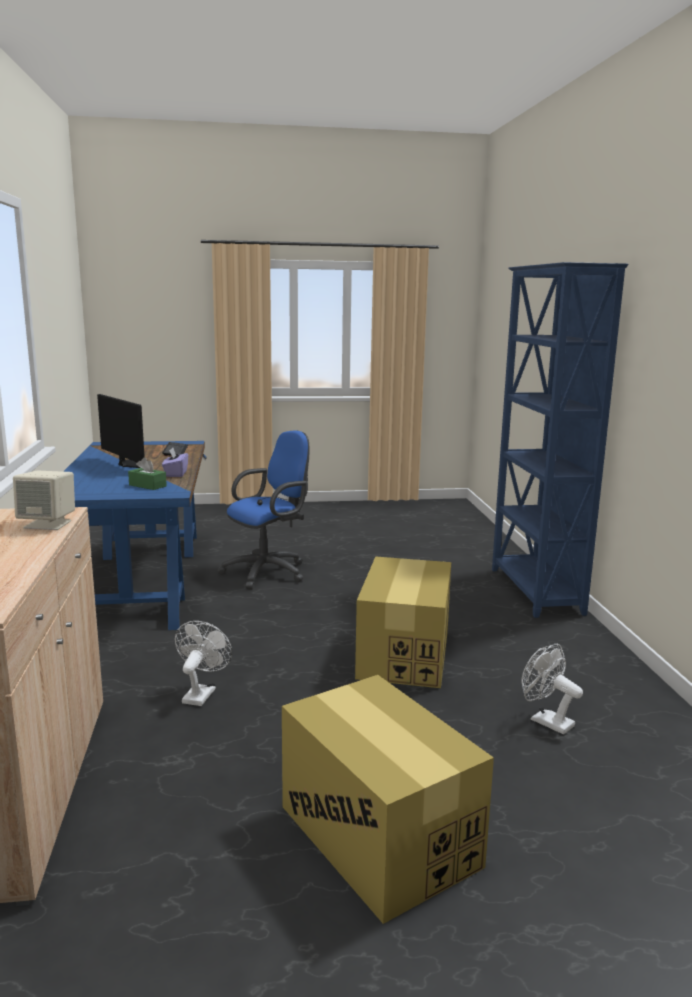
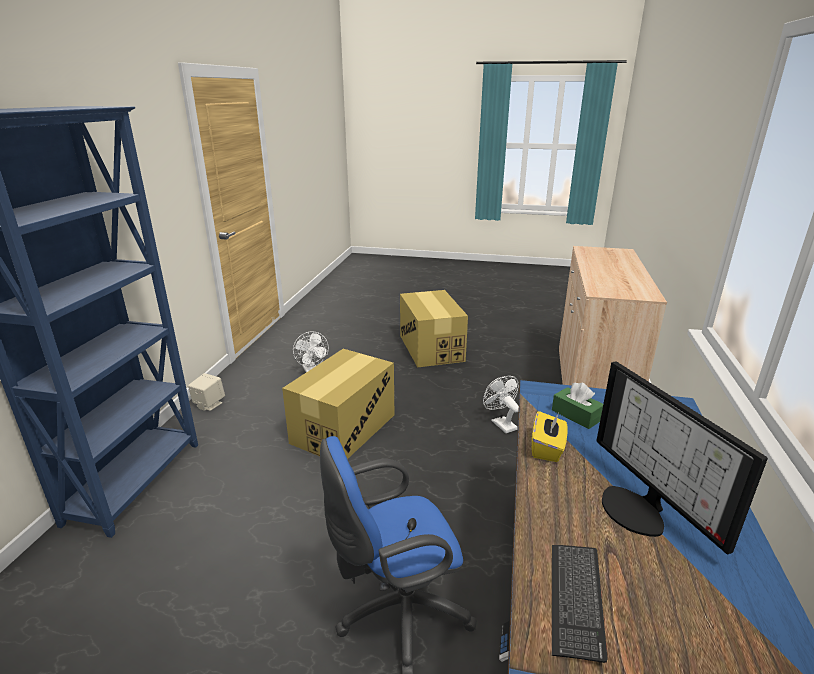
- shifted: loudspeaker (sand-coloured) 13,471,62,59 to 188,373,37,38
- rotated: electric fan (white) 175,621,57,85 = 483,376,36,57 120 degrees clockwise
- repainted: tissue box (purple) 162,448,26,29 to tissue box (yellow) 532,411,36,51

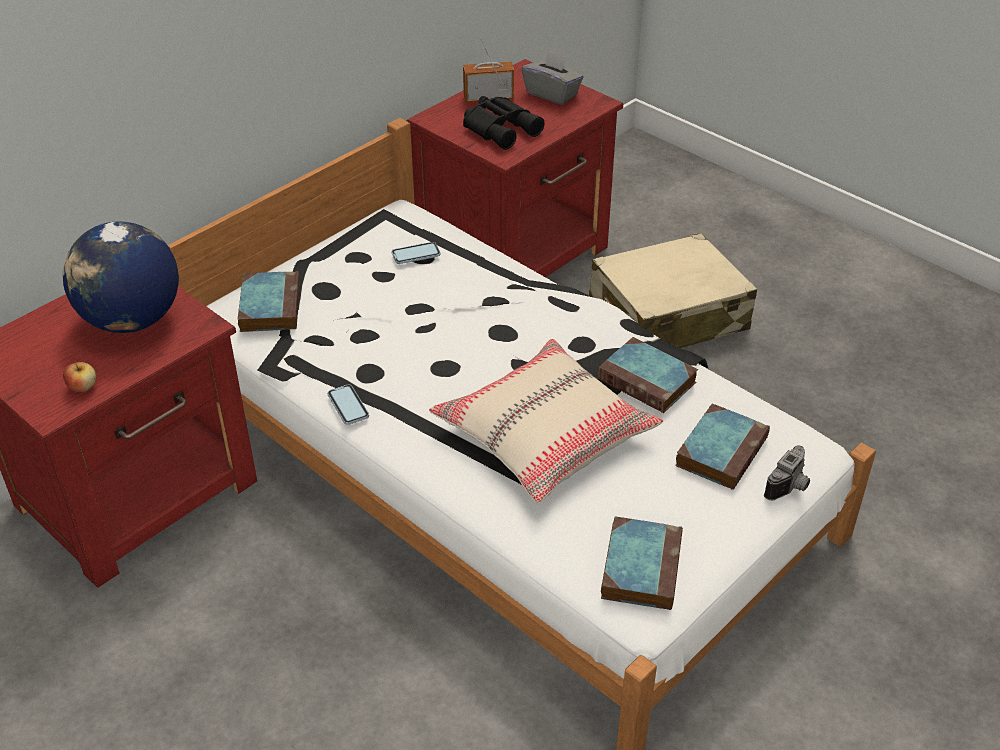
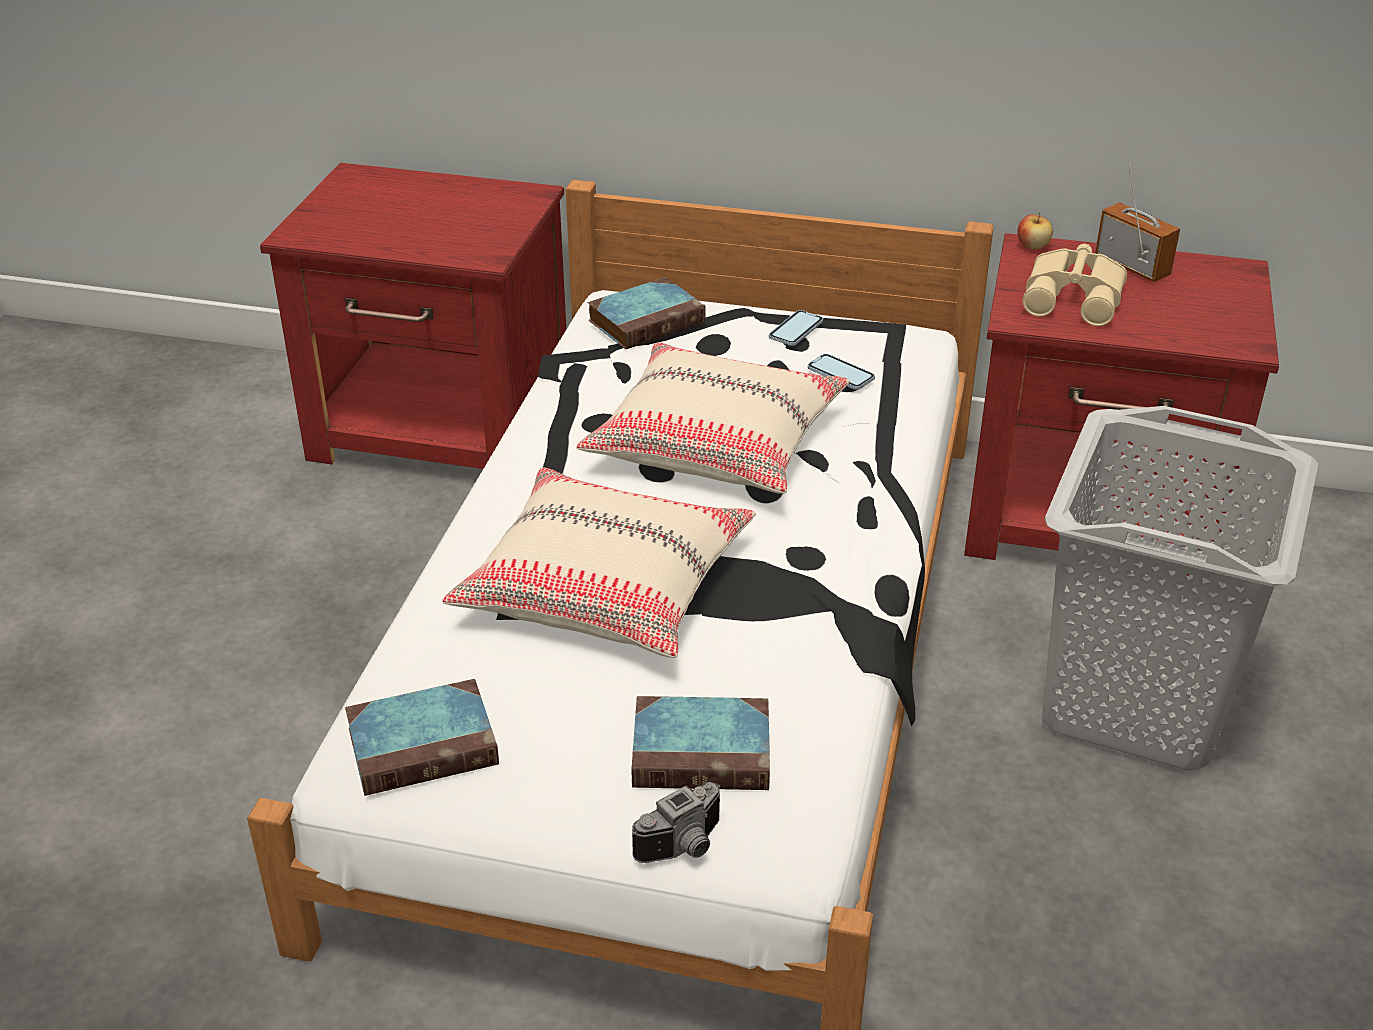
- new: throw pillow (sand-coloured) 576,342,273,152
- rotated: still camera 764,445,46,55 = 632,782,89,81 45 degrees counterclockwise
- shifted: telephone 328,384,41,41 to 769,310,54,36
- shifted: apple 63,362,33,30 to 1017,213,36,36
- repainted: field glasses (black) 463,96,82,54 to field glasses (sand-coloured) 1023,244,104,82
- swapped: suitcase (sand-coloured) 589,233,168,115 to hamper (greyish) 1042,406,276,365
- gone: globe 63,221,116,112
- gone: tissue box (greyish) 522,50,62,55
- gone: volume 598,337,100,76

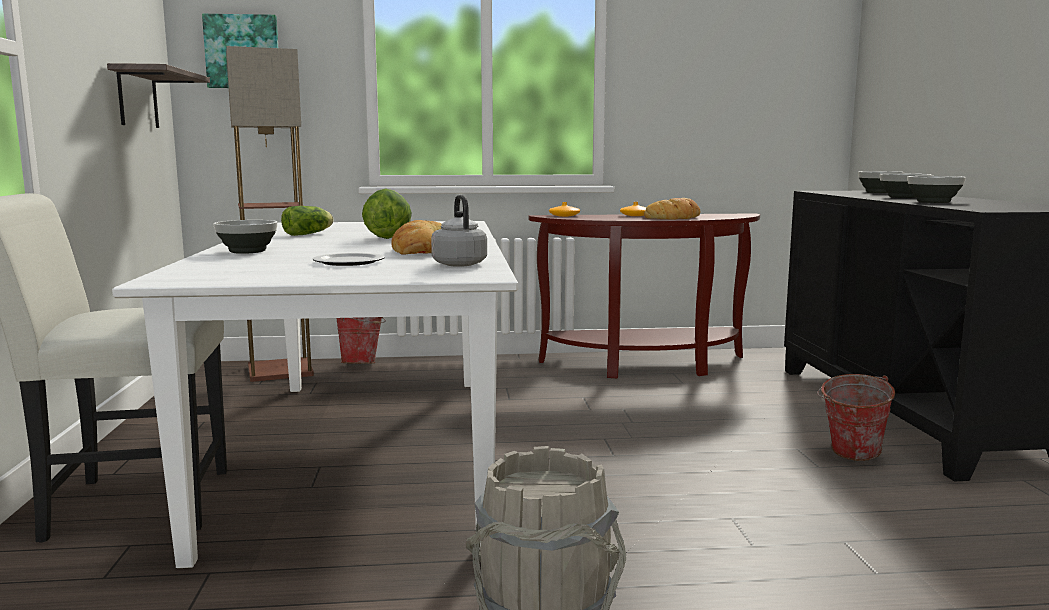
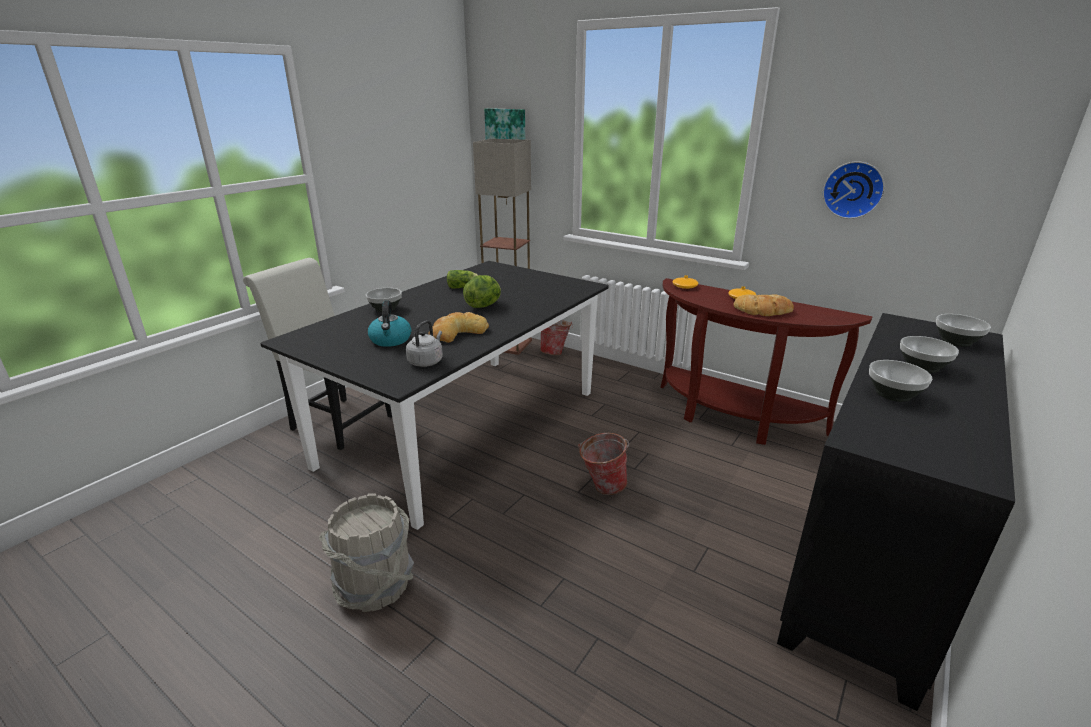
- repainted: dining table (white) 112,221,406,347 to dining table (black) 260,261,349,269
- swapped: dinner plate 312,253,73,13 to tea kettle 368,301,43,46
- shifted: bucket 817,374,78,87 to 578,433,51,62
- new: wall clock 823,161,62,58
- gone: shelf 107,63,103,65

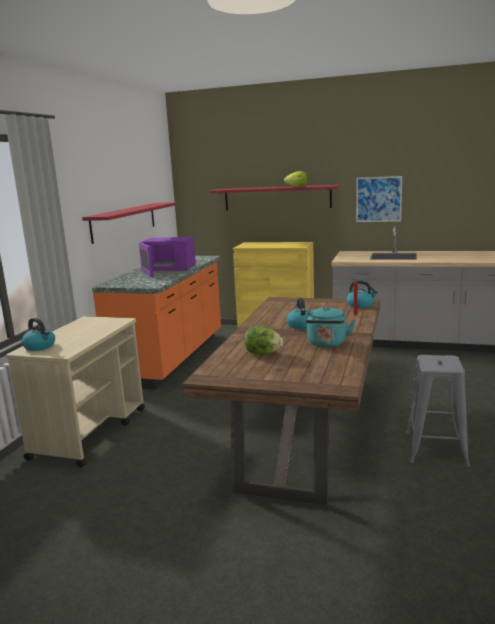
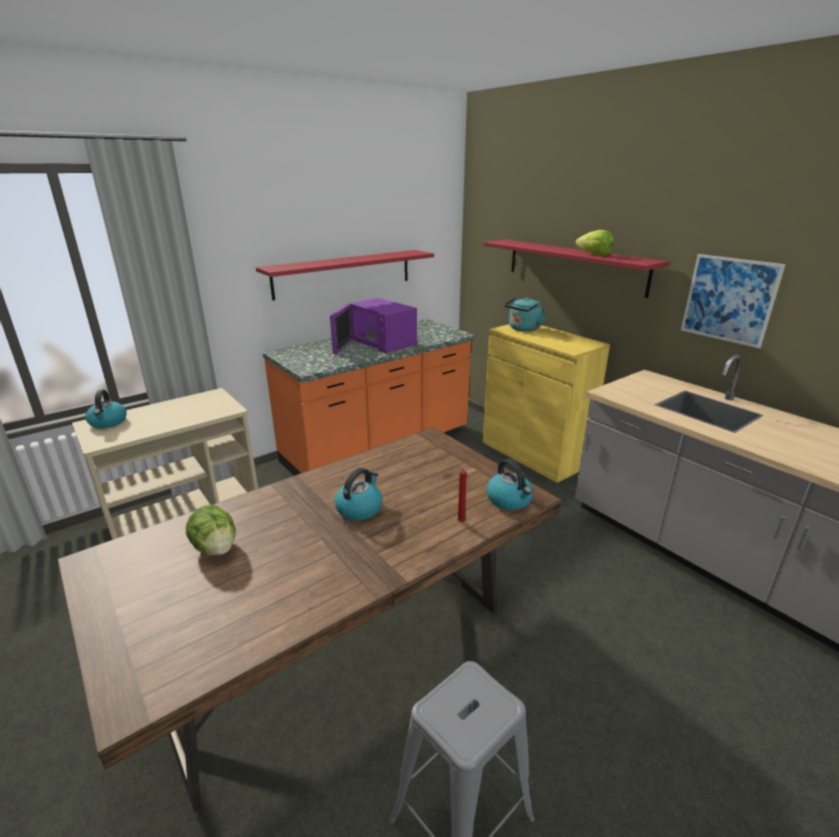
- shifted: tea kettle (blue-green) 305,306,51,41 to 504,297,42,35

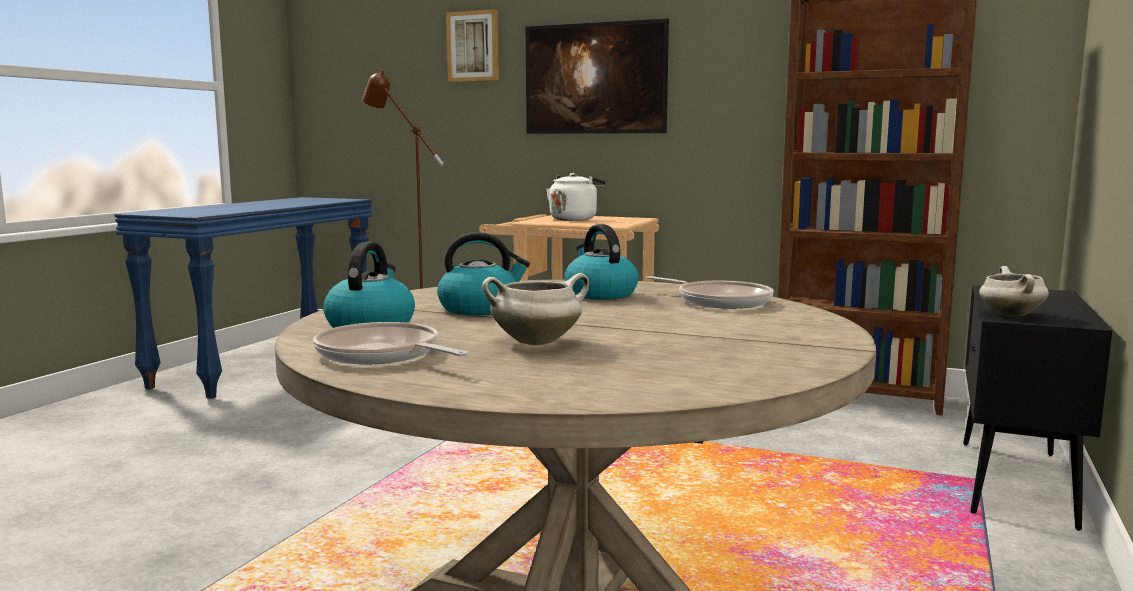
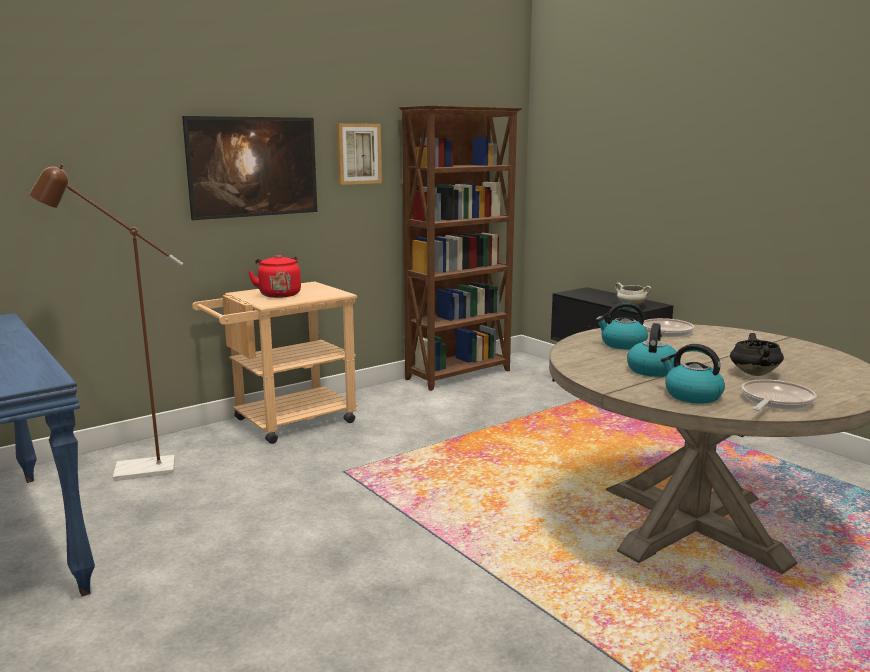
- repainted: tea kettle (white) 546,173,60,48 to tea kettle (reddish) 248,255,53,43
- shifted: wall picture 446,9,53,73 to 337,123,45,62
- repainted: cooking pot (white) 482,273,107,72 to cooking pot (black) 730,333,54,43
- rotated: pan 313,322,155,42 = 742,379,75,32 150 degrees clockwise

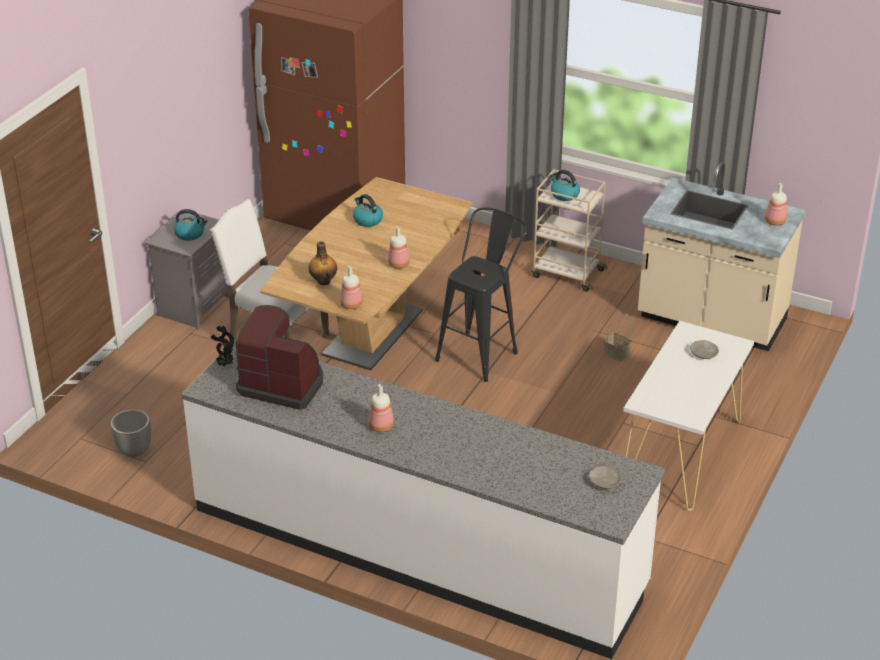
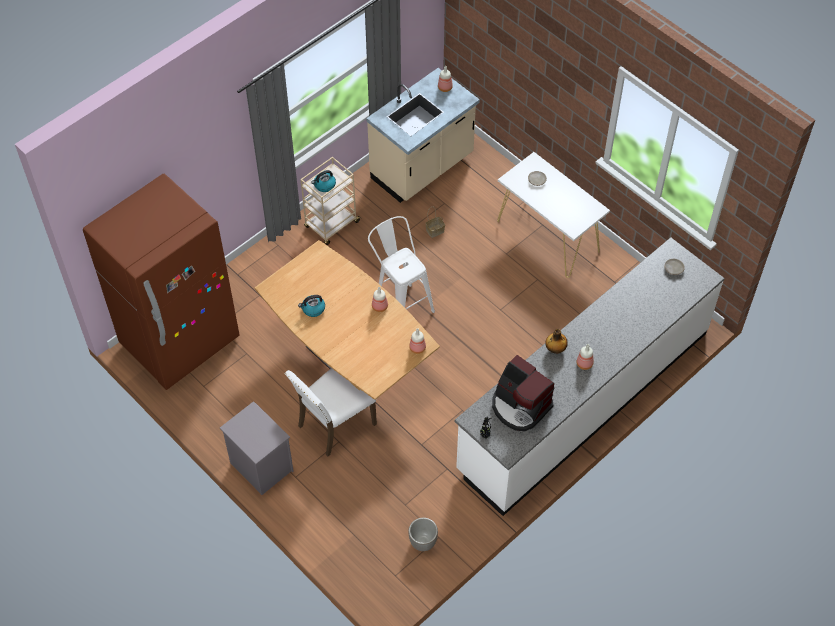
- repainted: stool seat (black) 435,208,92,174 to stool seat (white) 368,216,67,97
- rotated: coffee brewer 235,305,88,105 = 492,355,62,76 90 degrees counterclockwise
- shifted: beverage bottle 309,241,28,44 to 545,329,23,25
- gone: tea kettle 174,209,34,32

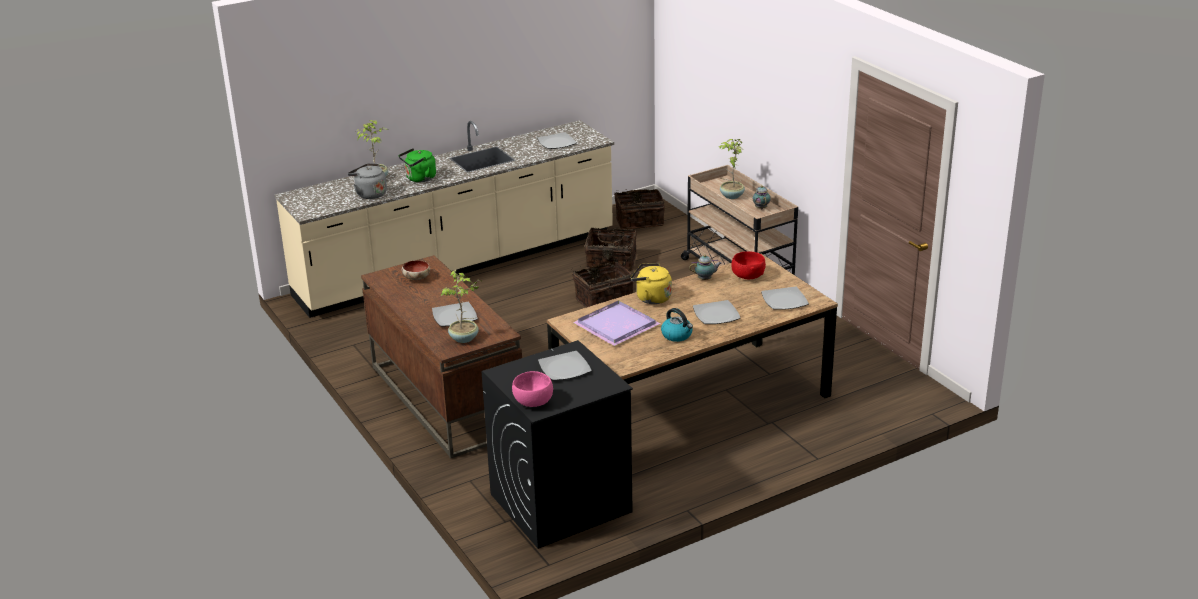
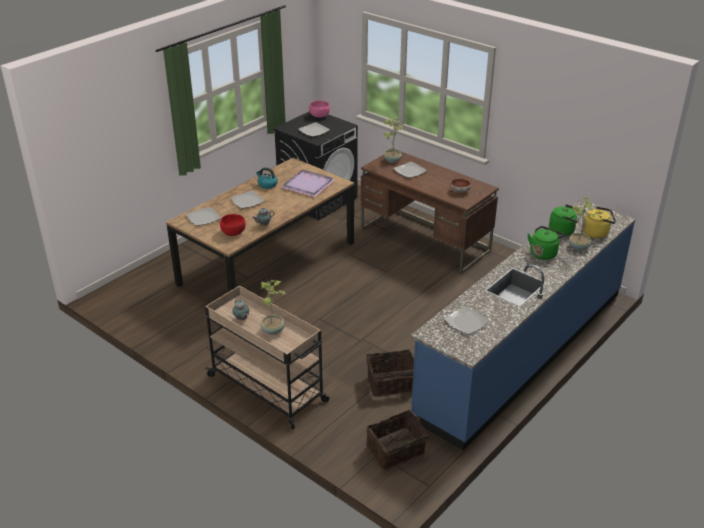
- repainted: counter (sand-coloured) 274,120,340,198 to counter (blue) 410,199,226,251
- repainted: tea kettle (greyish) 347,163,40,36 to tea kettle (greenish) 549,204,31,32
- shifted: tea kettle (yellow) 631,263,41,41 to 583,206,33,32
- gone: storage basket 572,261,61,47

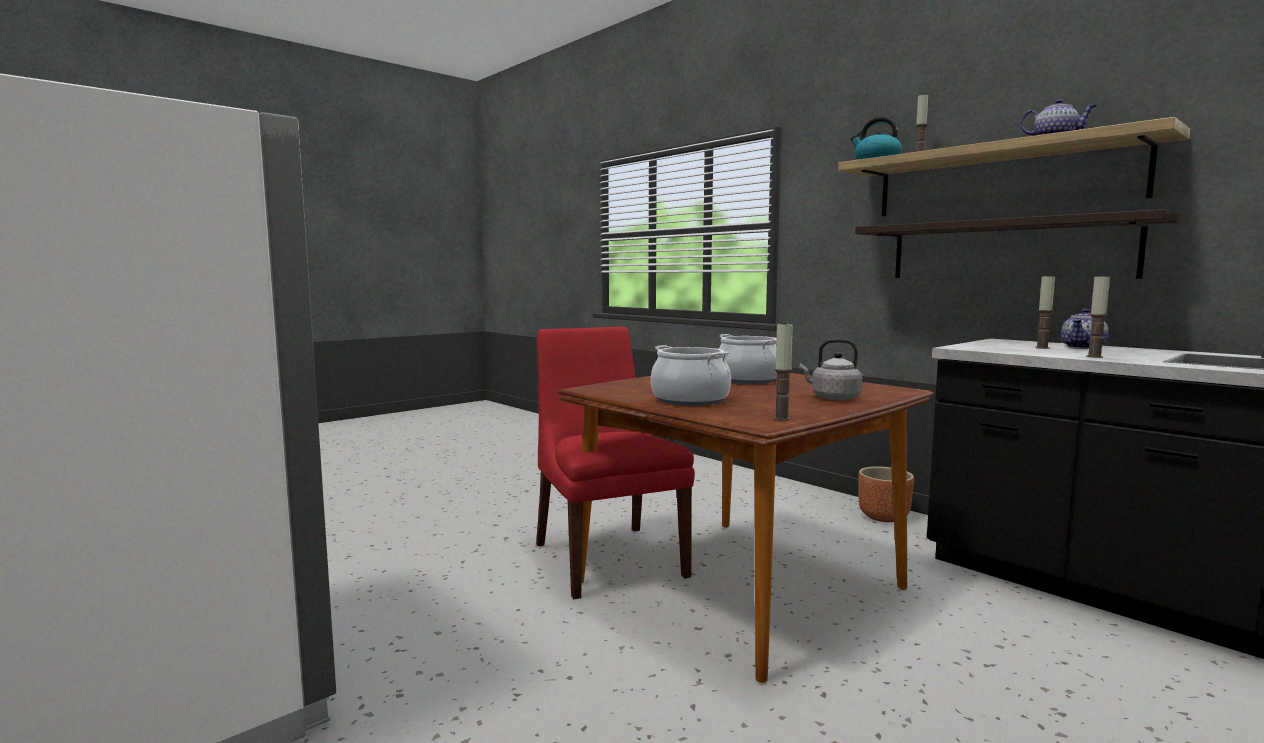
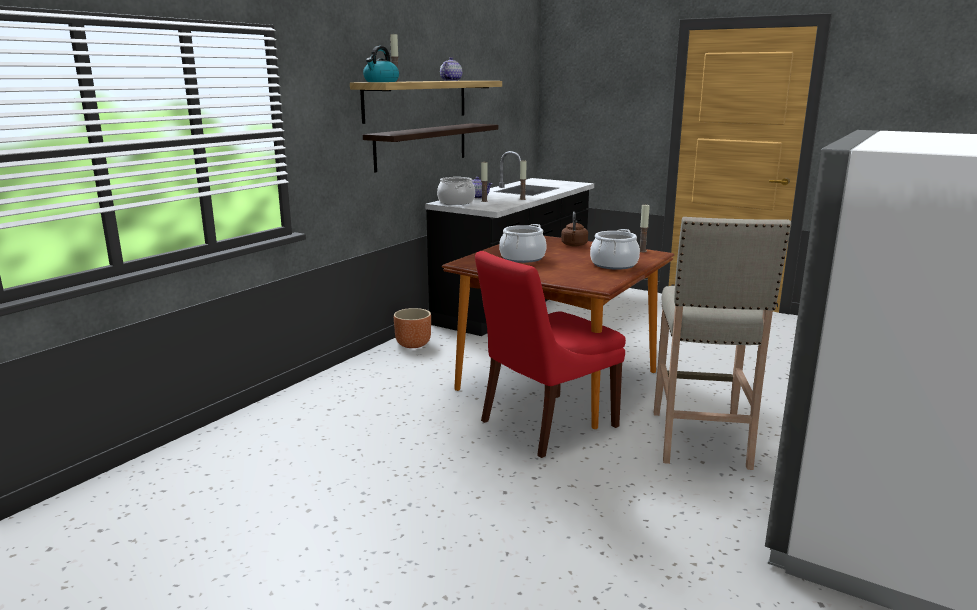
- new: cooking pot 437,177,38,28
- repainted: tea kettle (greyish) 800,339,63,61 to tea kettle (brown) 561,212,27,34
- new: stool seat (sand-coloured) 654,217,137,253

